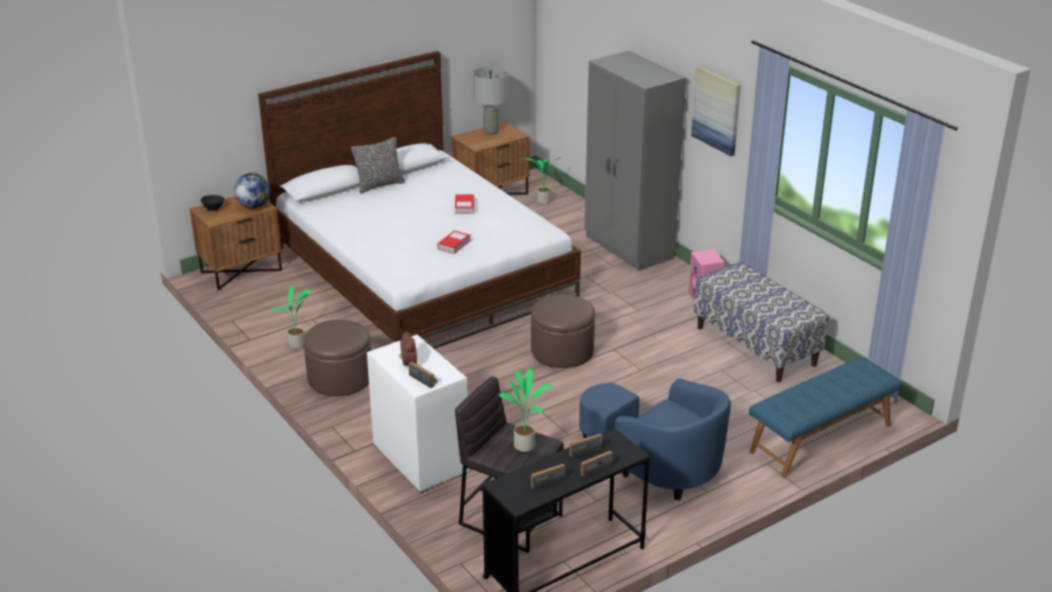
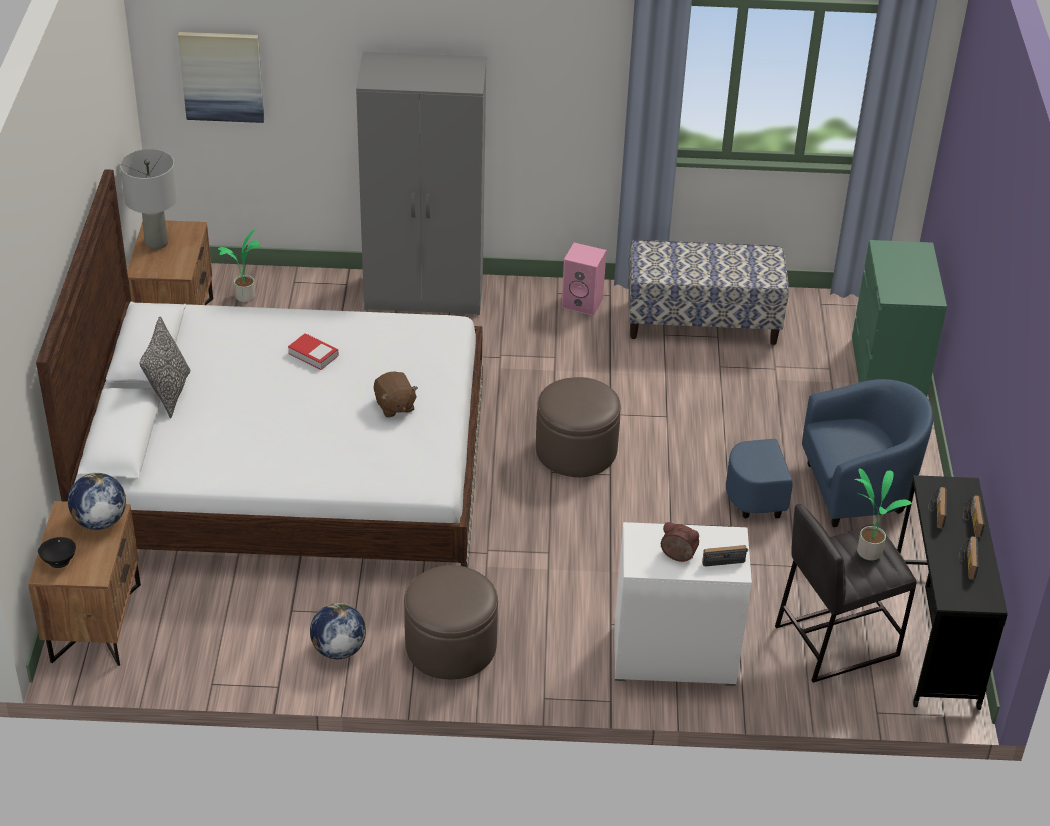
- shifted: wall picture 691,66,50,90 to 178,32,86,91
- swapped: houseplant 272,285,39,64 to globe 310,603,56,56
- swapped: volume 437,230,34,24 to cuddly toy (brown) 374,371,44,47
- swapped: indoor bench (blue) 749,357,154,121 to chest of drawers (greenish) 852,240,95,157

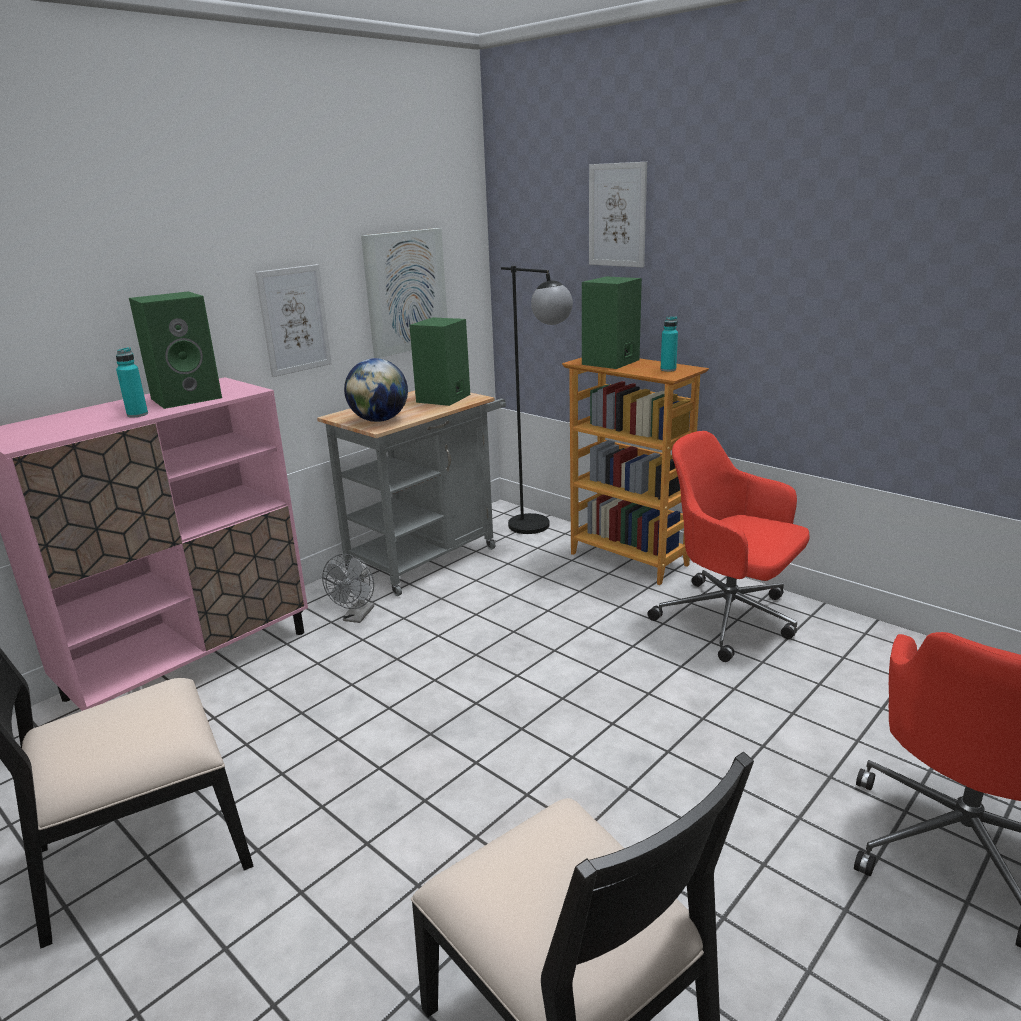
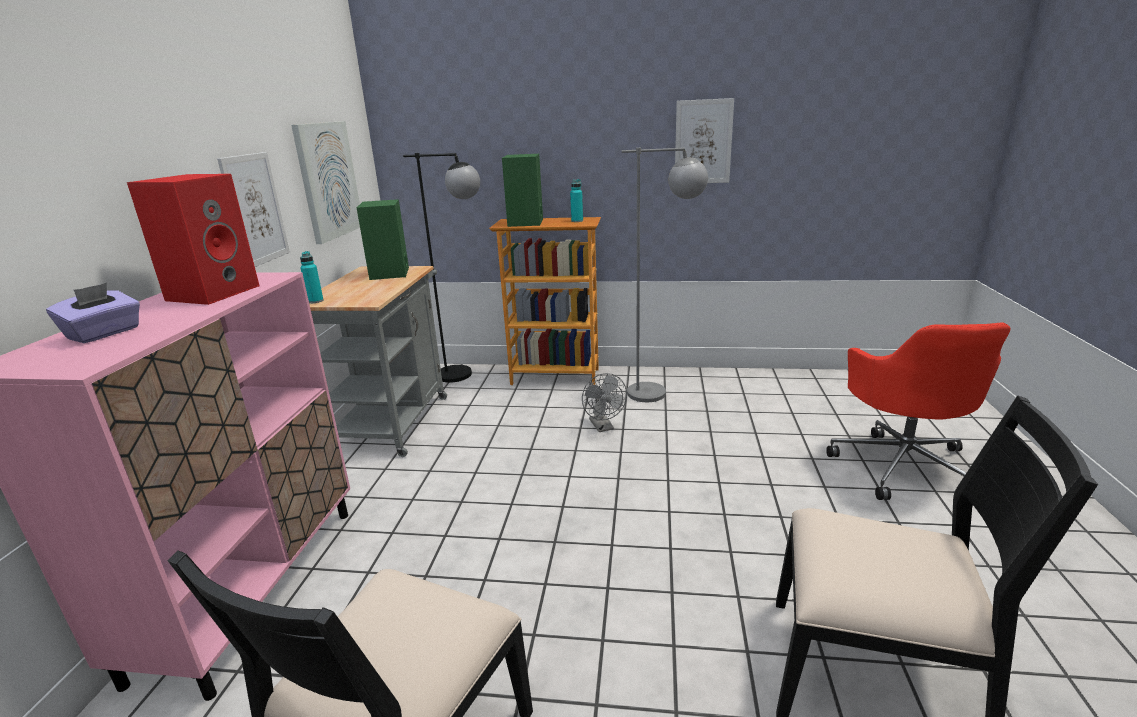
- new: tissue box (purple) 46,283,94,60
- repainted: loudspeaker (greenish) 129,291,93,118 to loudspeaker (reddish) 127,174,133,131
- shifted: beverage bottle (blue-green) 116,347,32,71 to 300,251,24,52
- shifted: electric fan (greyish) 322,554,52,69 to 582,373,45,59
- swapped: office chair (reddish) 648,431,162,231 to standing lamp (greyish) 622,148,86,254
- shifted: wall picture 589,162,58,105 to 675,98,59,85
- gone: globe 344,358,64,64

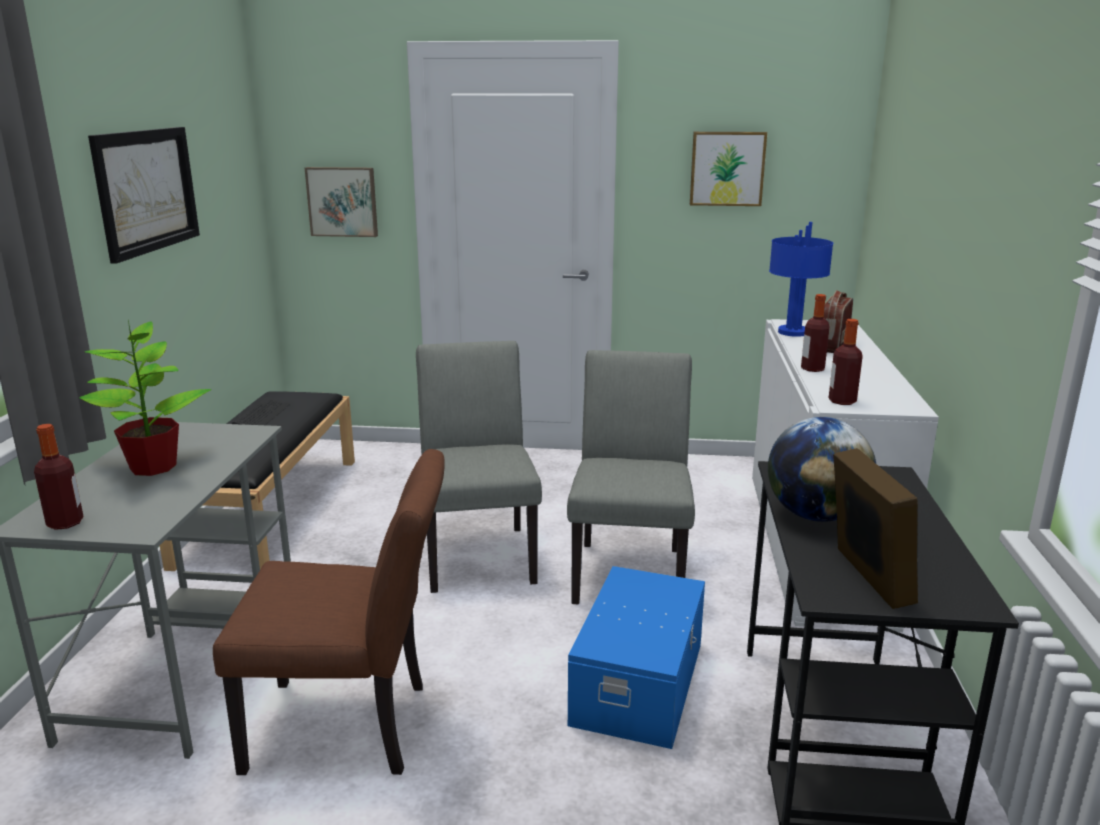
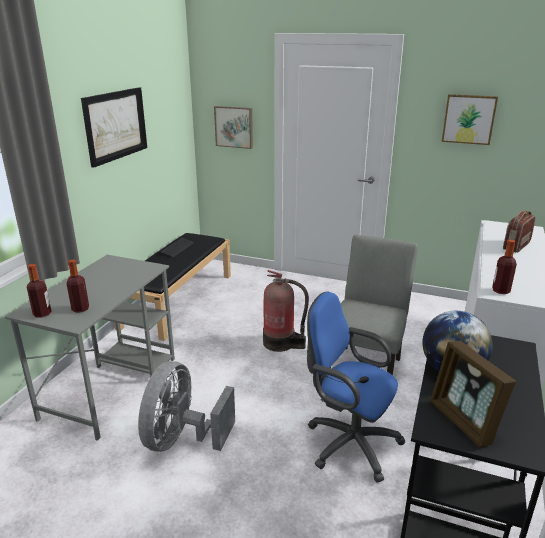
- shifted: beverage bottle 801,294,29,78 to 67,259,22,54
- swapped: plain chair (brown) 213,449,232,326 to electric fan (greyish) 138,361,97,91
- swapped: plain chair (greyish) 416,341,126,252 to fire extinguisher 263,270,46,82
- swapped: storage bin (blue) 568,566,137,183 to office chair (blue) 307,292,98,191
- rotated: picture frame 833,448,85,161 = 430,340,86,107 150 degrees clockwise
- gone: houseplant 80,319,131,157
- gone: lamp for a table (blue) 769,222,64,115

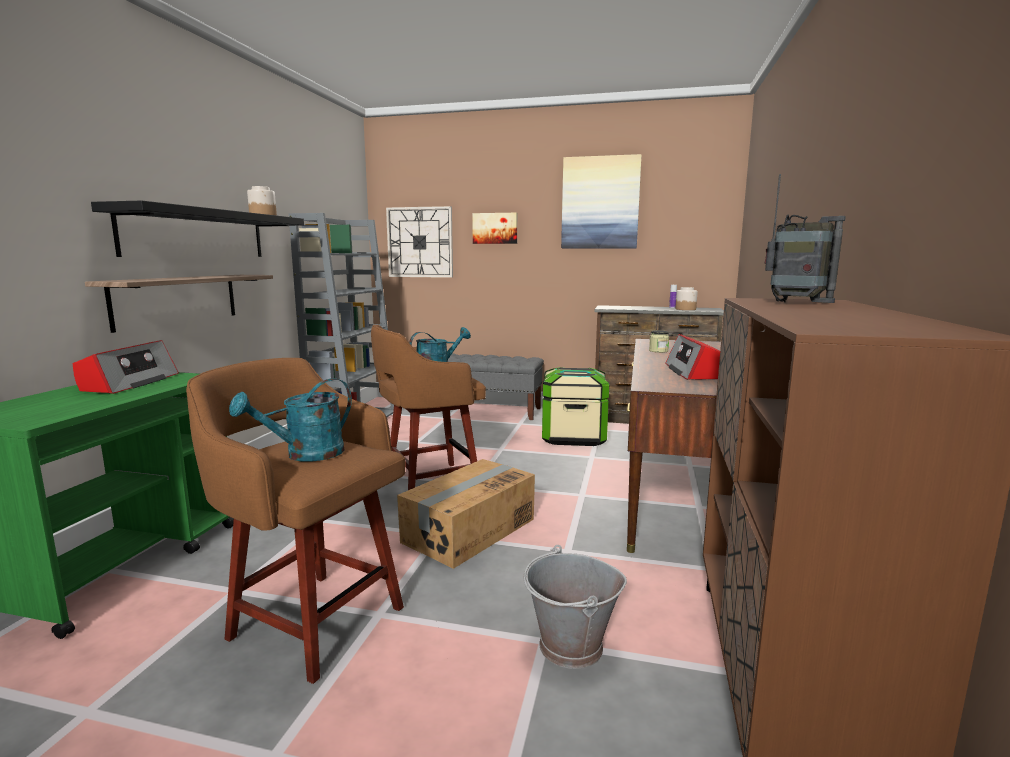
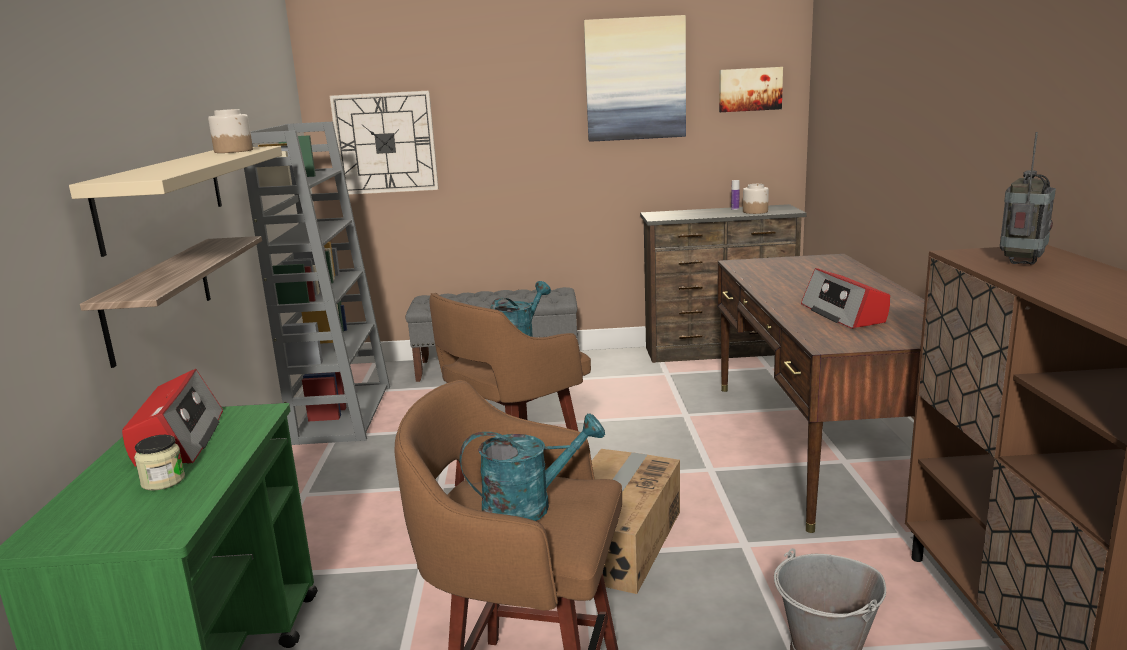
- repainted: shelf (black) 91,201,213,56 to shelf (sand-coloured) 69,146,213,111
- shifted: storage jar 649,330,20,23 to 134,435,51,56
- rotated: watering pot (blue-green) 229,378,123,84 = 459,413,146,108 135 degrees counterclockwise
- shifted: wall picture 472,213,45,31 to 719,67,64,45
- rotated: radio receiver 765,174,81,129 = 1000,132,56,133 75 degrees counterclockwise
- gone: storage bin 542,367,67,79

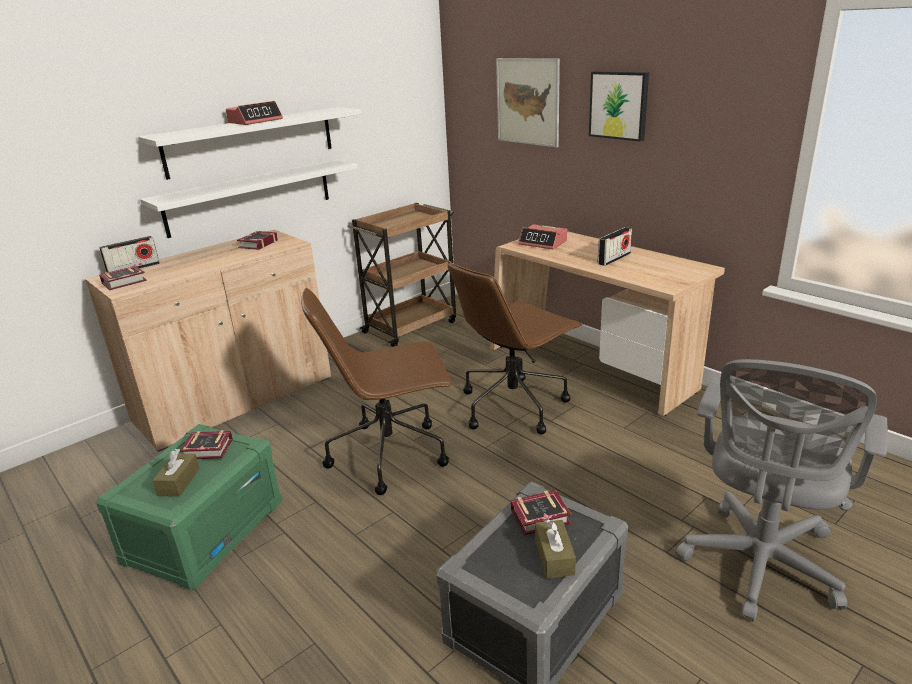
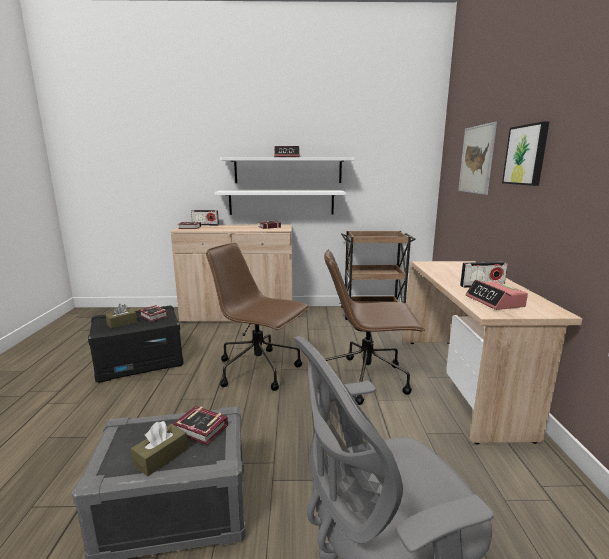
- repainted: storage bin (greenish) 96,424,186,166 to storage bin (black) 88,305,96,78
- shifted: alarm clock 518,224,49,25 to 466,280,62,30

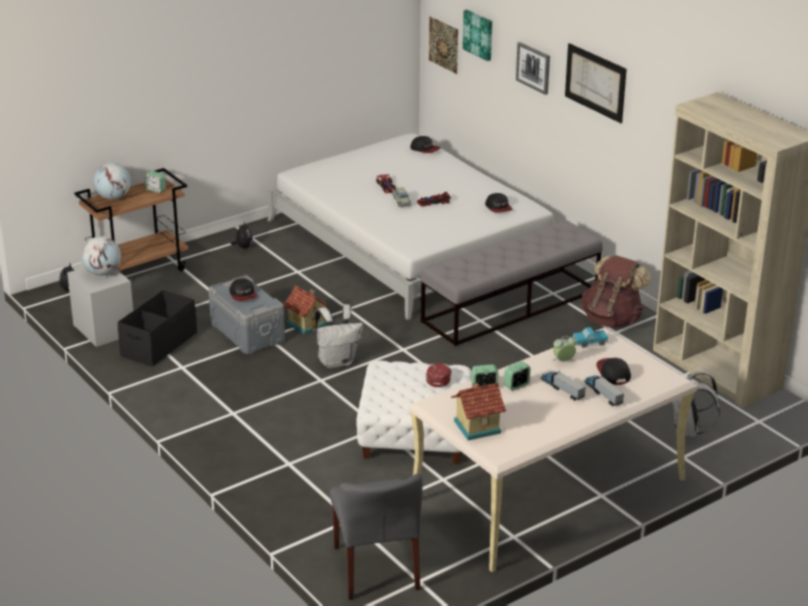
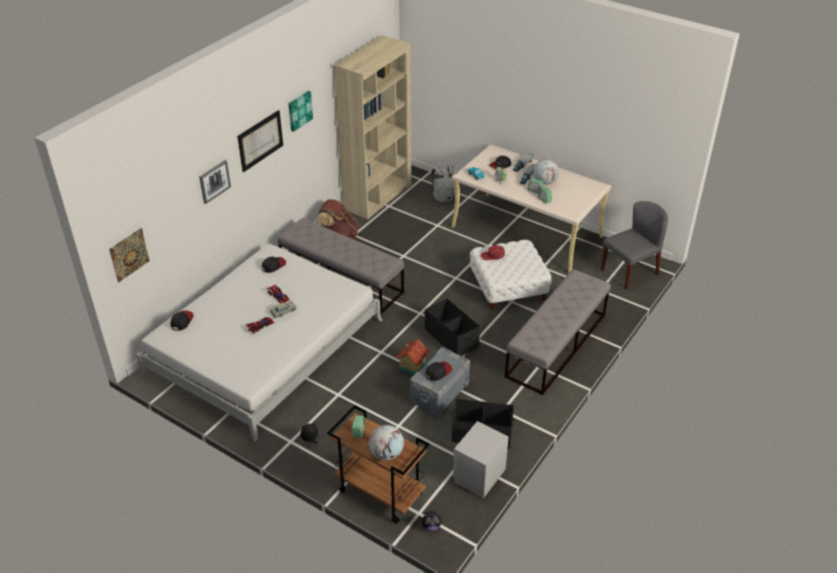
- shifted: wall picture 463,10,29,51 to 288,91,25,41
- swapped: rucksack (white) 315,304,48,64 to storage bin (black) 425,298,55,58
- new: indoor bench (greyish) 505,269,106,126
- shifted: globe 81,236,40,40 to 533,159,26,26
- gone: toy house 451,382,55,58

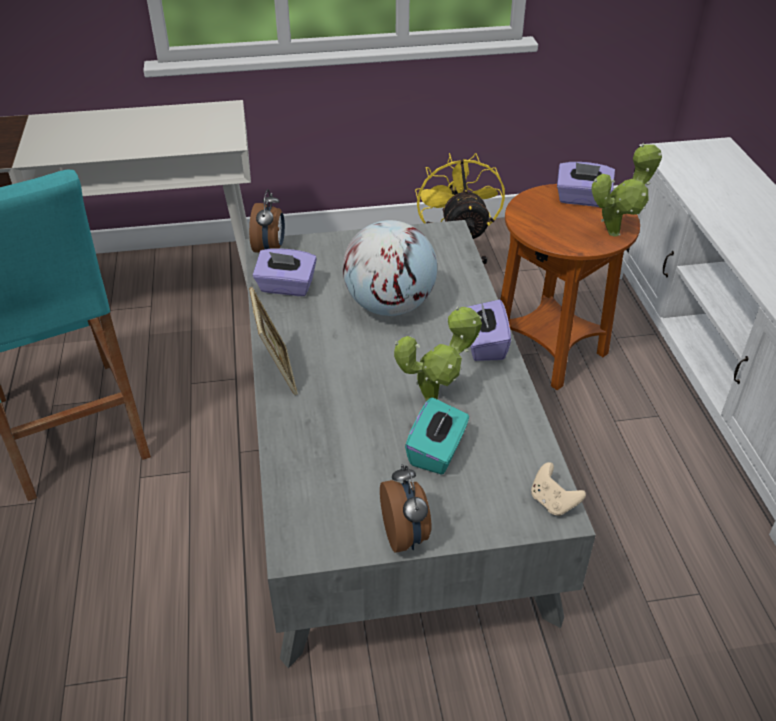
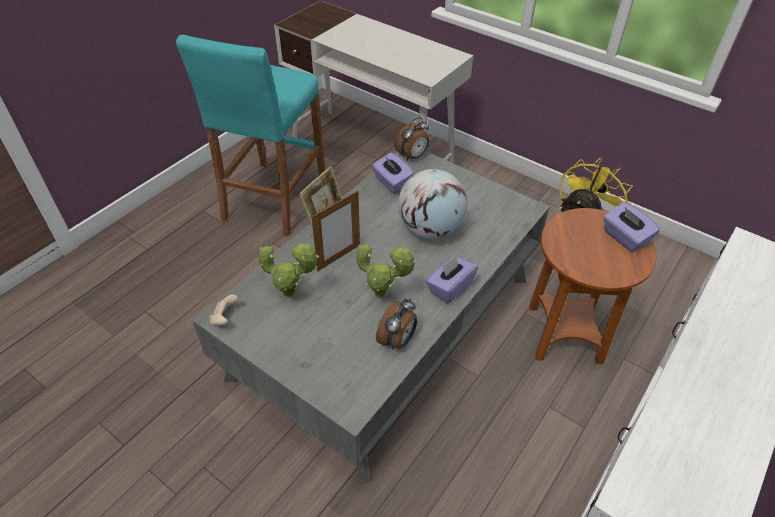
- shifted: gamepad (sand-coloured) 531,462,55,54 to 210,294,28,32
- shifted: houseplant 591,143,71,94 to 258,242,61,57
- new: picture frame 312,190,48,81
- shifted: alarm clock 380,464,52,89 to 376,298,41,52
- gone: tissue box (blue-green) 405,397,64,78

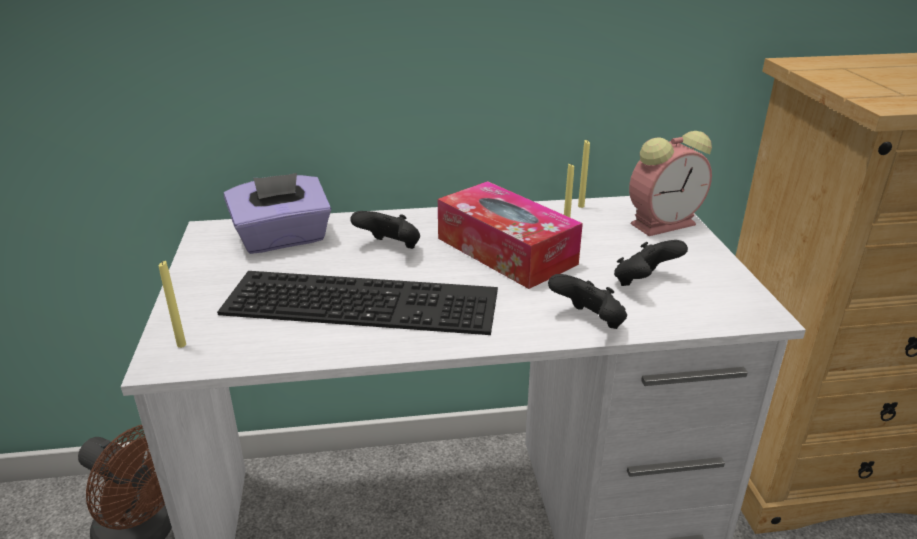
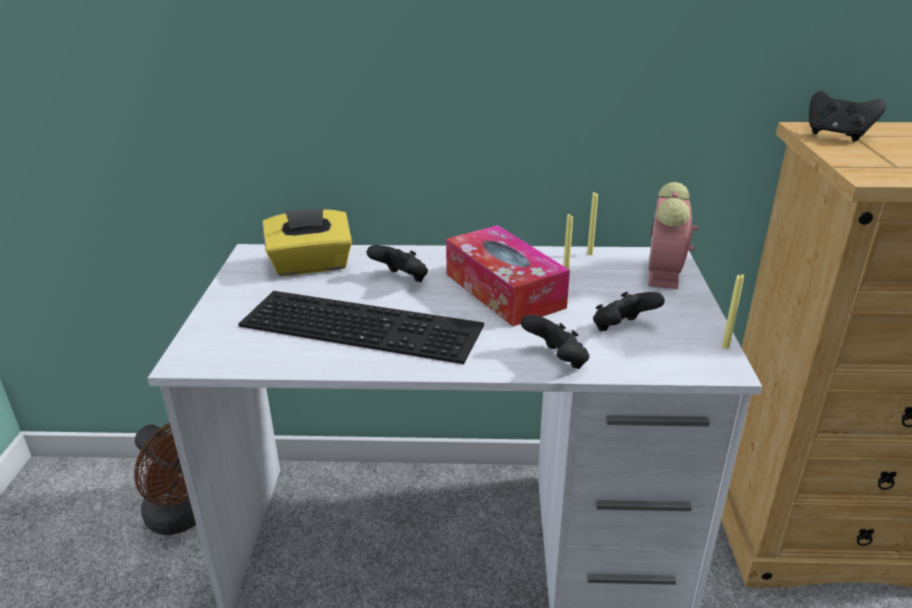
- repainted: tissue box (purple) 224,173,107,81 to tissue box (yellow) 262,208,90,68
- rotated: alarm clock 629,131,83,105 = 648,182,50,107 120 degrees clockwise
- shifted: wax light (yellow) 159,261,27,87 to 722,274,22,75
- new: gamepad (black) 809,91,77,50

